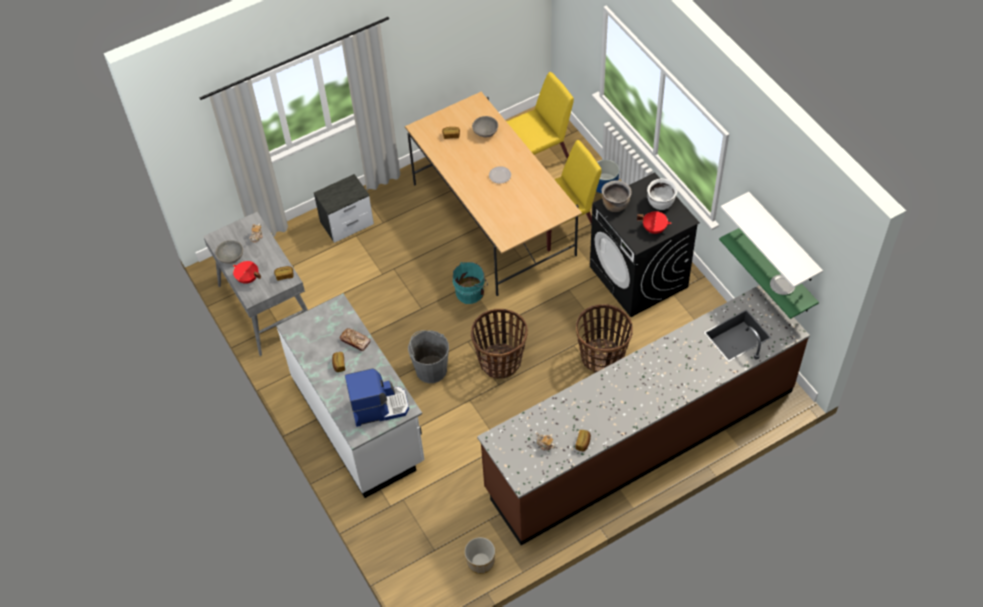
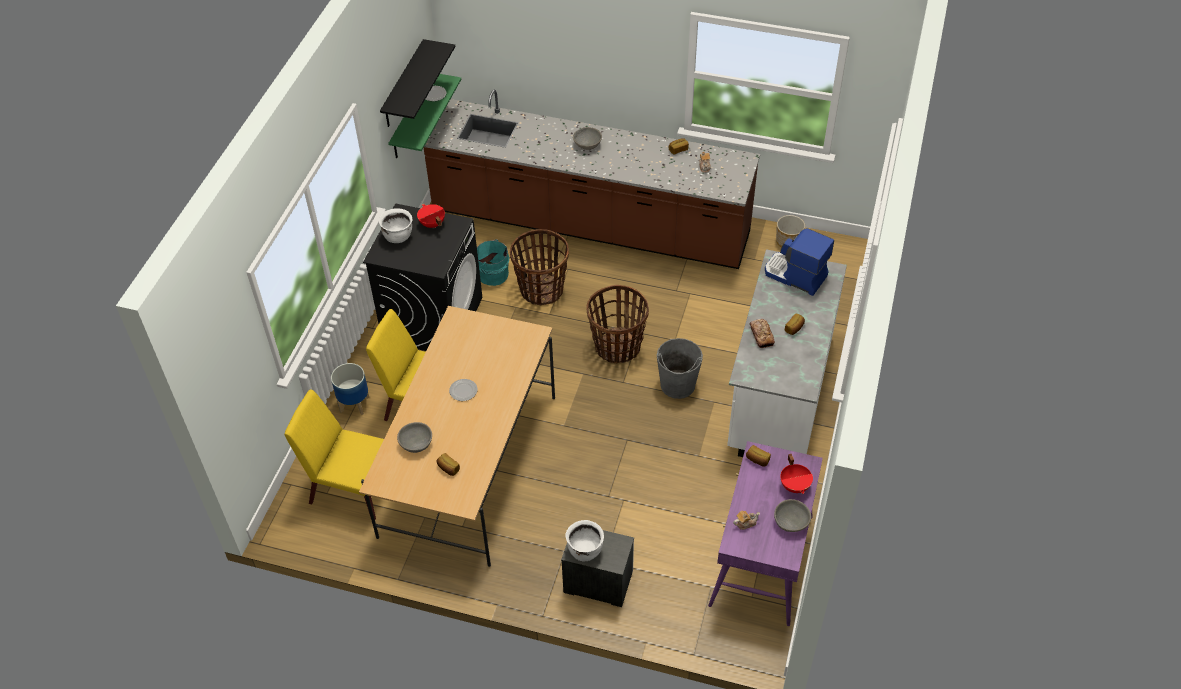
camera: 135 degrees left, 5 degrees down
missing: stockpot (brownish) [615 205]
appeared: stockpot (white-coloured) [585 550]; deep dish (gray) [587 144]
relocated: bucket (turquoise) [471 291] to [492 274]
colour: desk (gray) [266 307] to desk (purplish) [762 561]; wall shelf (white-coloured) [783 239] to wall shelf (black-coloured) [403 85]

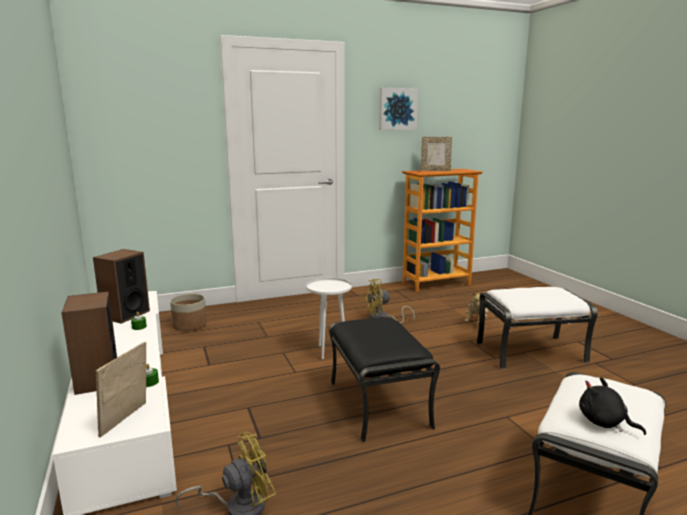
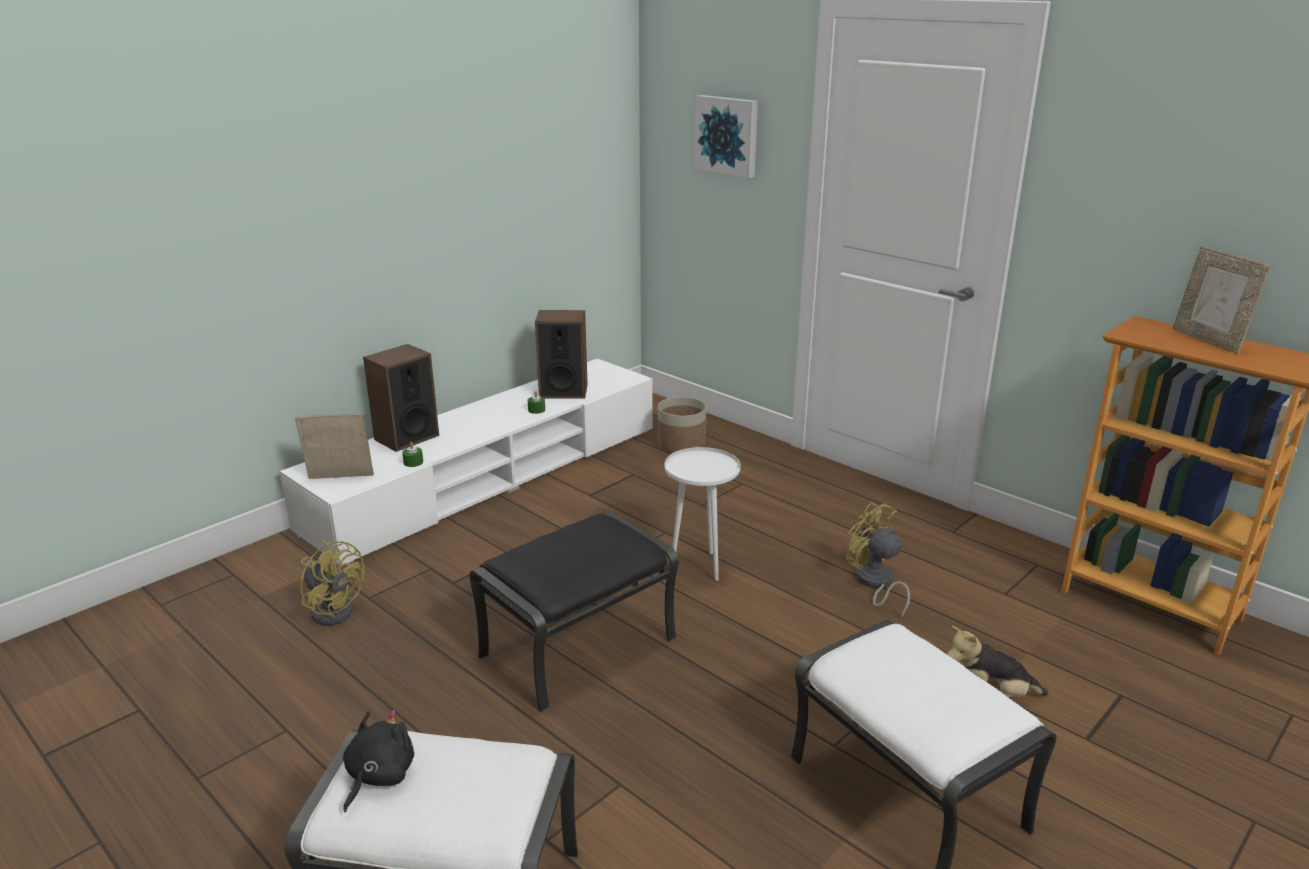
camera: 65 degrees right, 10 degrees up
relocated: picture [397 109] to [728 135]

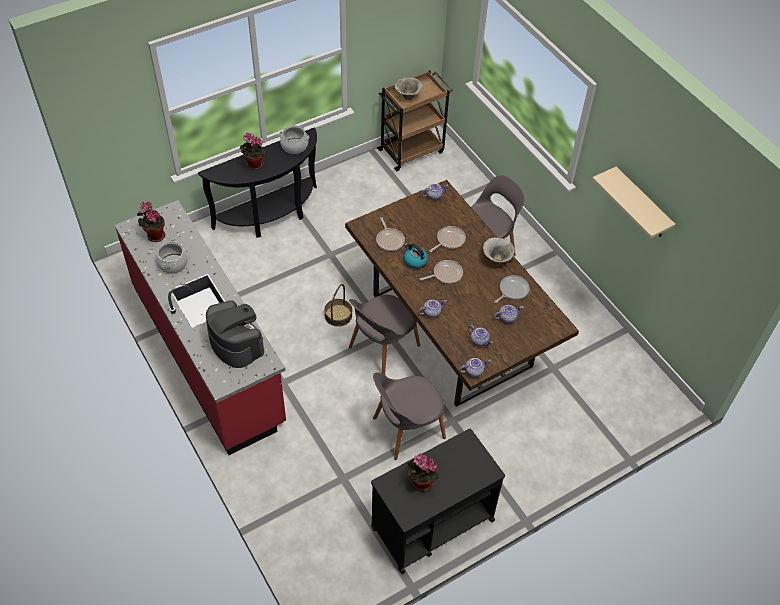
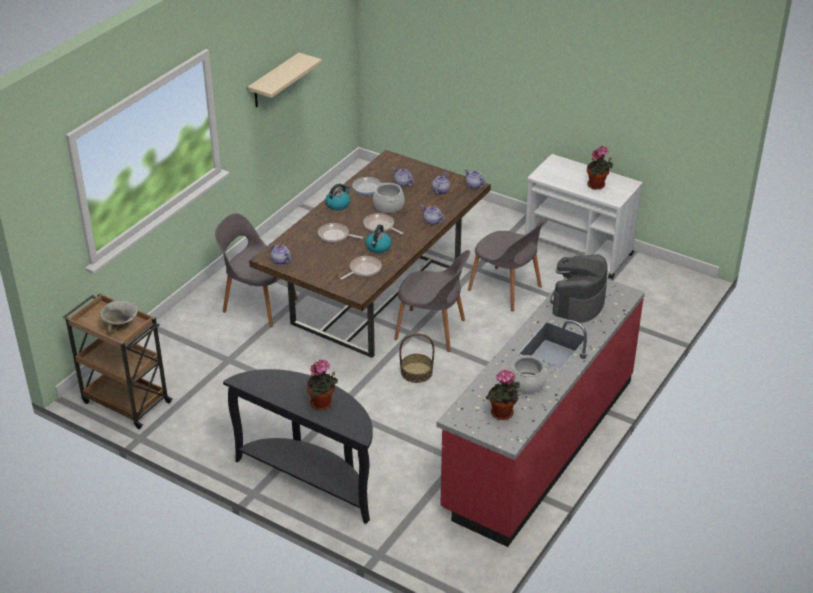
camera: 115 degrees left, 15 degrees down
relocated: stockpot [294 146] to [388 206]
exchanged: deep dish [497 259] to water kettle [338 204]
colour: wheeled cart (black-coloured) [431 524] to wheeled cart (white-coloured) [578 252]

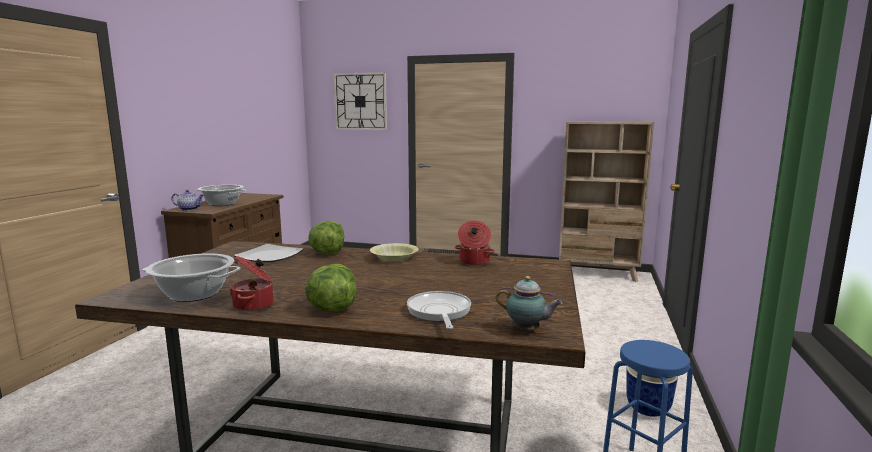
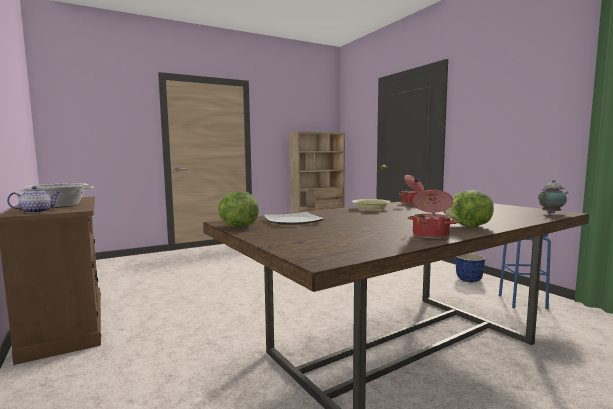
camera: 45 degrees left, 5 degrees down
missing: stockpot [195 294]; clock on the wall [360 101]; frying pan [439 312]
relocated: lettuce head [327 253] to [237 227]

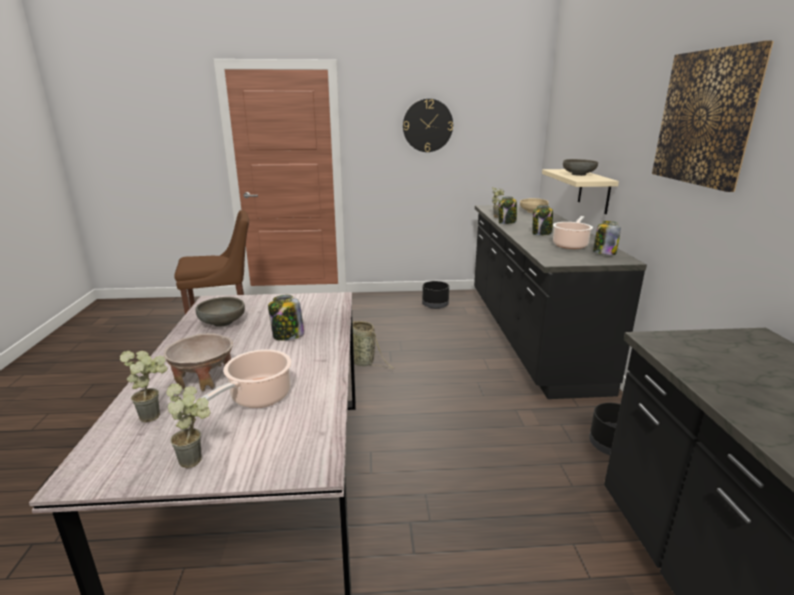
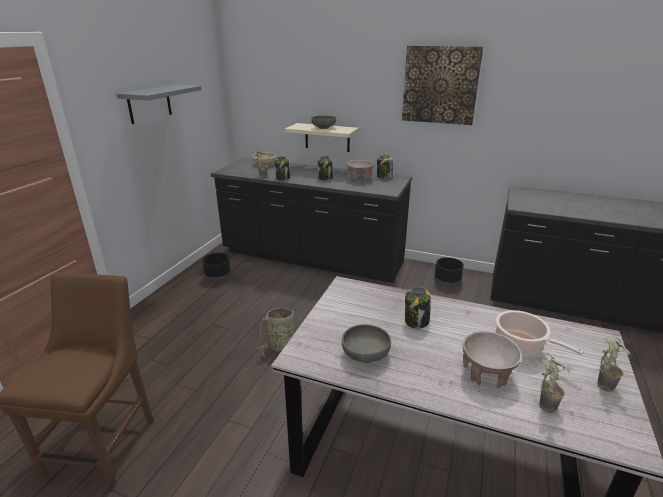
camera: 65 degrees left, 5 degrees up
exchanged: clock on the wall [427 125] to wall shelf (gray) [149 104]; stockpot [570 245] to deep dish (beige-coloured) [359 179]

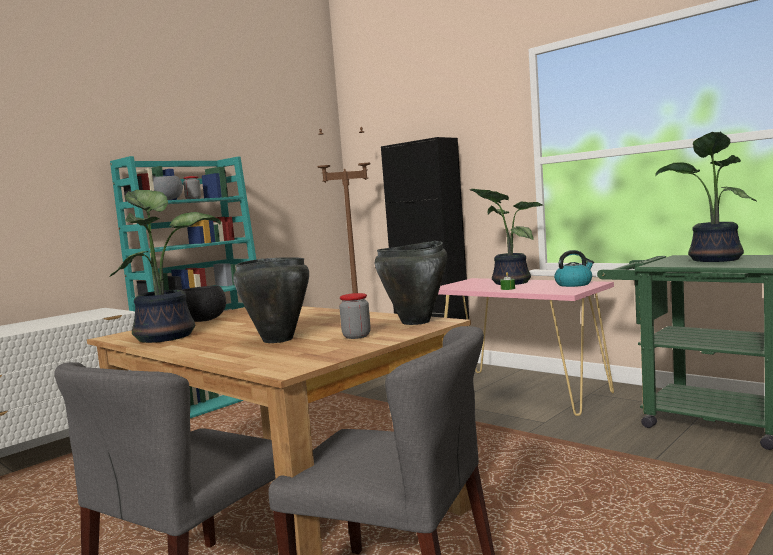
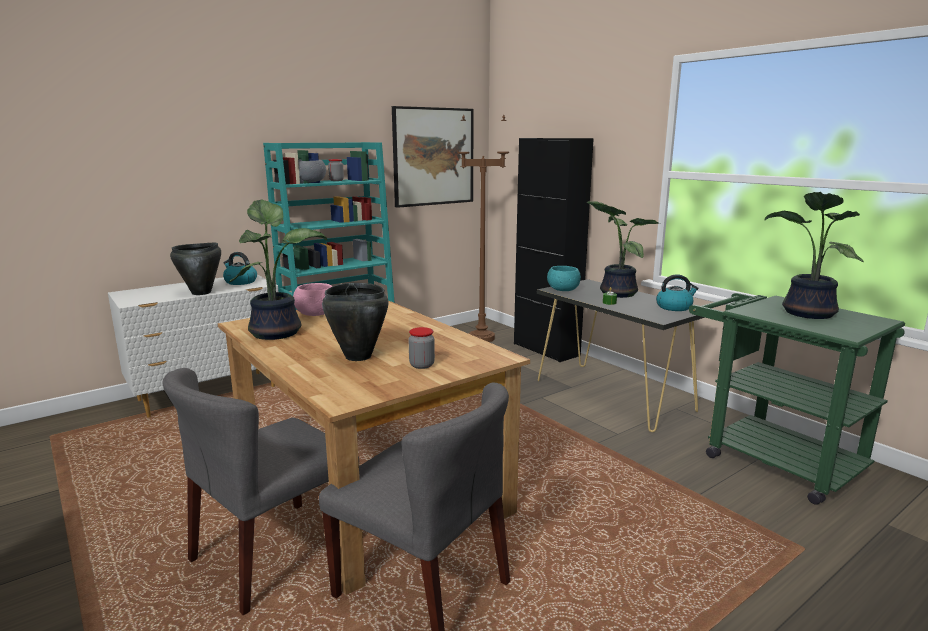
camera: 10 degrees right, 10 degrees up
appeared: water kettle [240 282]; picture [433 156]; deep dish (turquoise) [563 290]
relocated: stockpot (black-coloured) [416 322] to [201 293]
colour: deep dish (black-coloured) [203 320] to deep dish (pink) [316 314]; console table (pink) [522 391] to console table (black-coloured) [613 395]

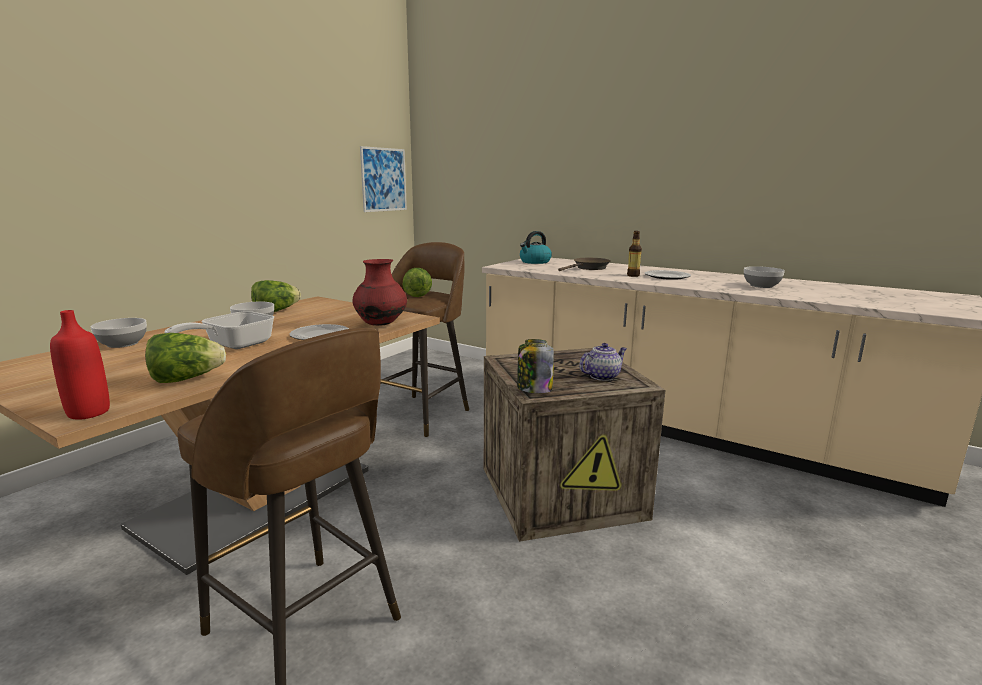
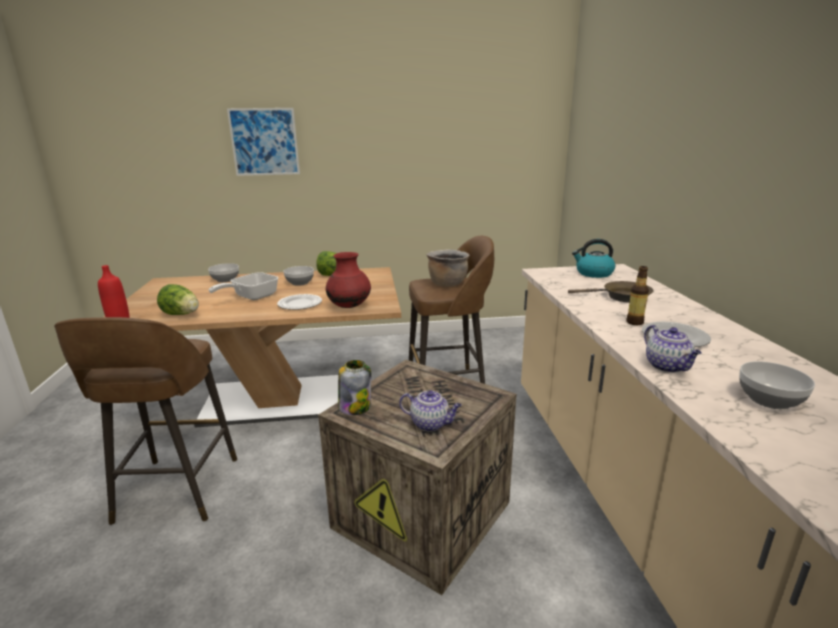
camera: 50 degrees right, 5 degrees up
appeared: tea pot [668 366]
relocated: picture [384 179] to [264 142]
exchanged: lettuce head [417 294] to stockpot (brownish) [447 283]
spun: frying pan [232 345] = [251 297] 45 degrees counterclockwise

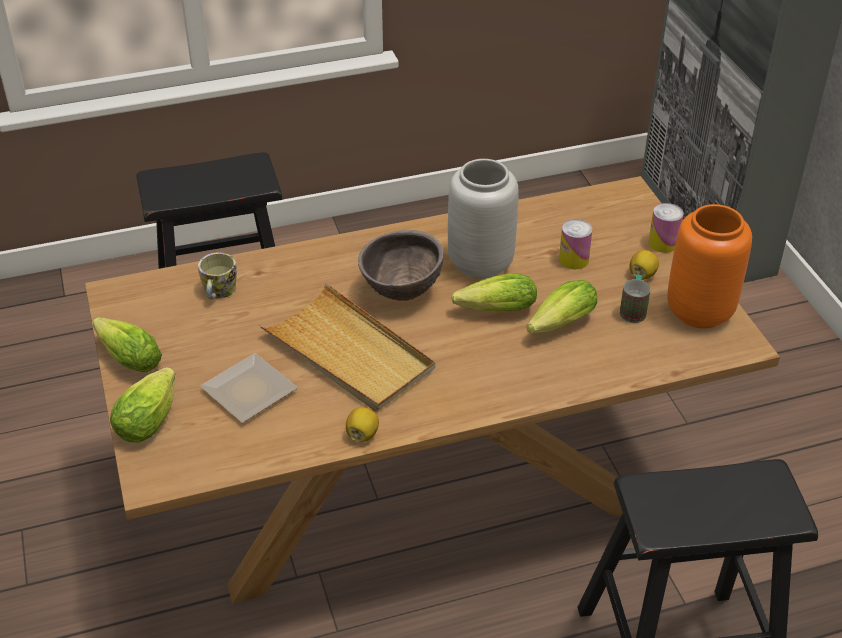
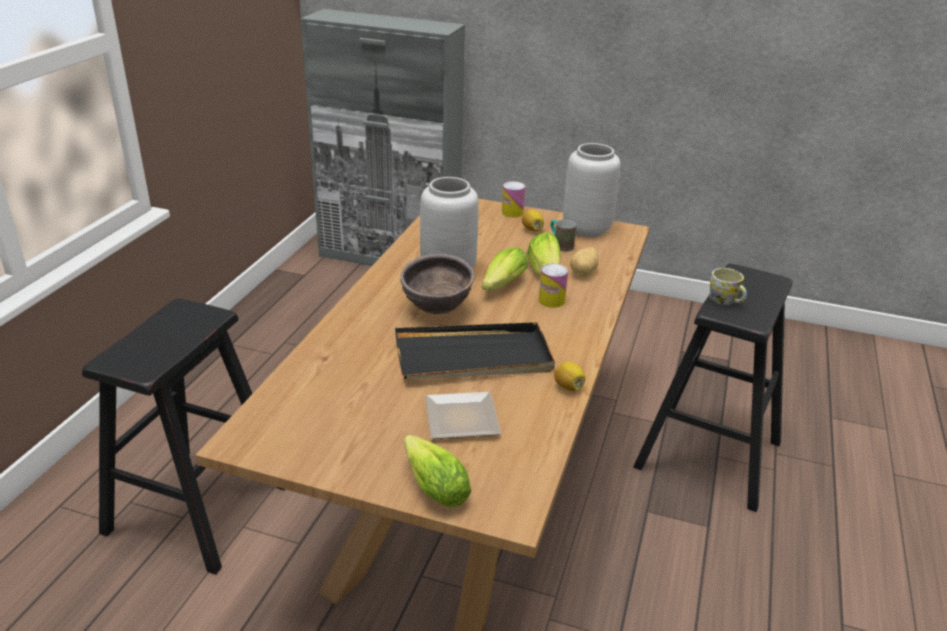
camera: 55 degrees left, 10 degrees down
missing: lettuce head [127 357]
appeared: whole potato [584 272]
relocated: tea mug [218 292] to [726 300]; can [573 259] to [551 300]
colour: serving tray (beige-coloured) [349 353] to serving tray (black-coloured) [474 357]; vase (orange-coloured) [698 312] to vase (gray) [586 230]

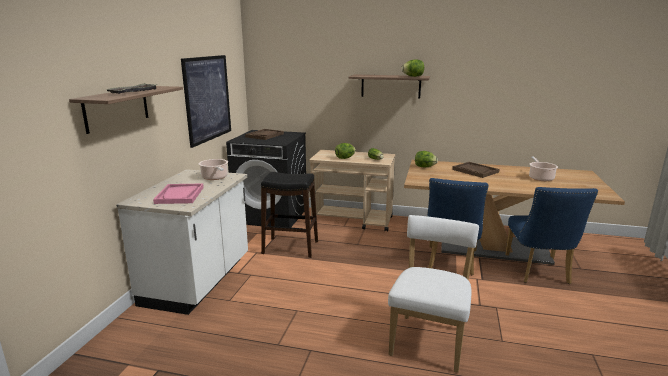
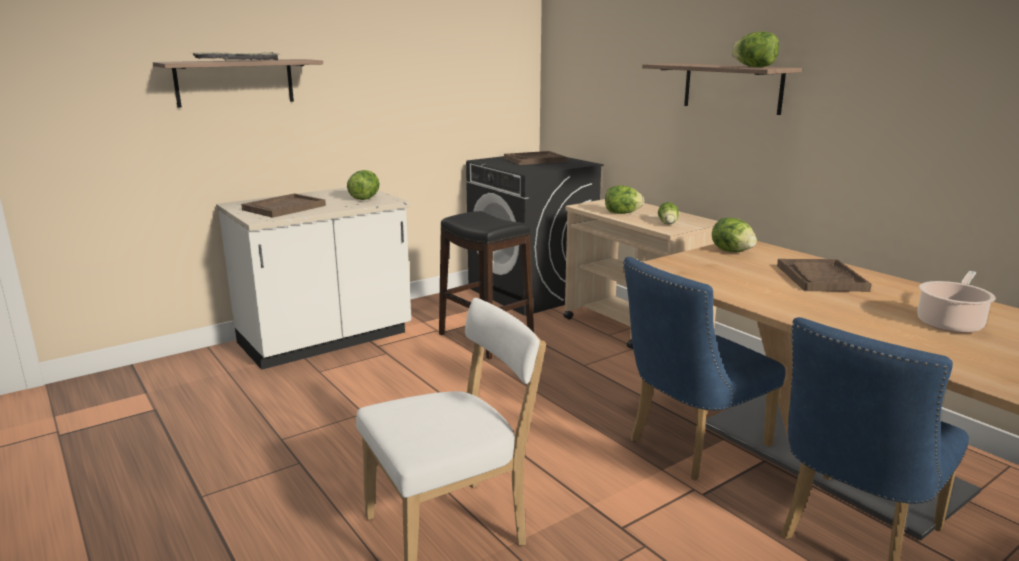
camera: 40 degrees right, 0 degrees up
missing: picture [207 98]
exchanged: stockpot [215 177] to lettuce head [365 198]
colour: serving tray (pink) [180 195] to serving tray (brownish) [284 208]

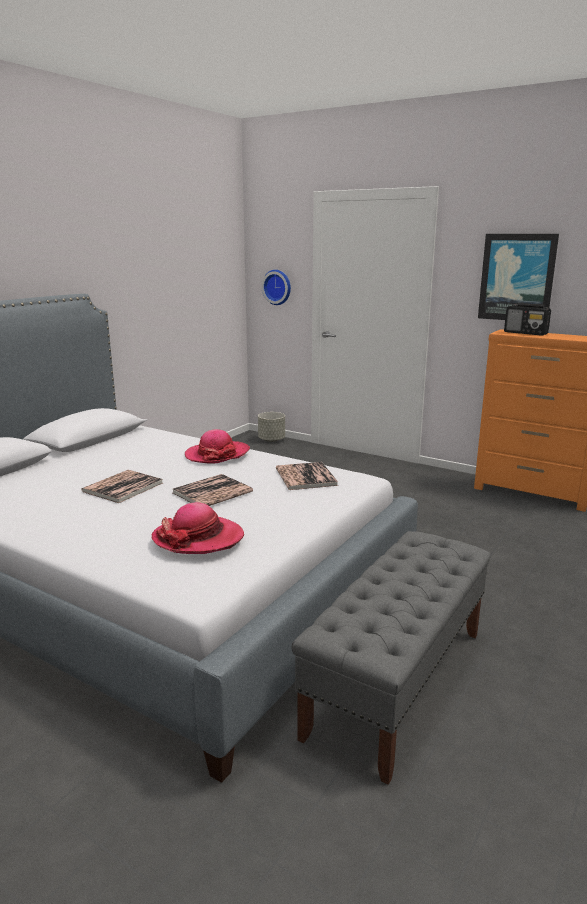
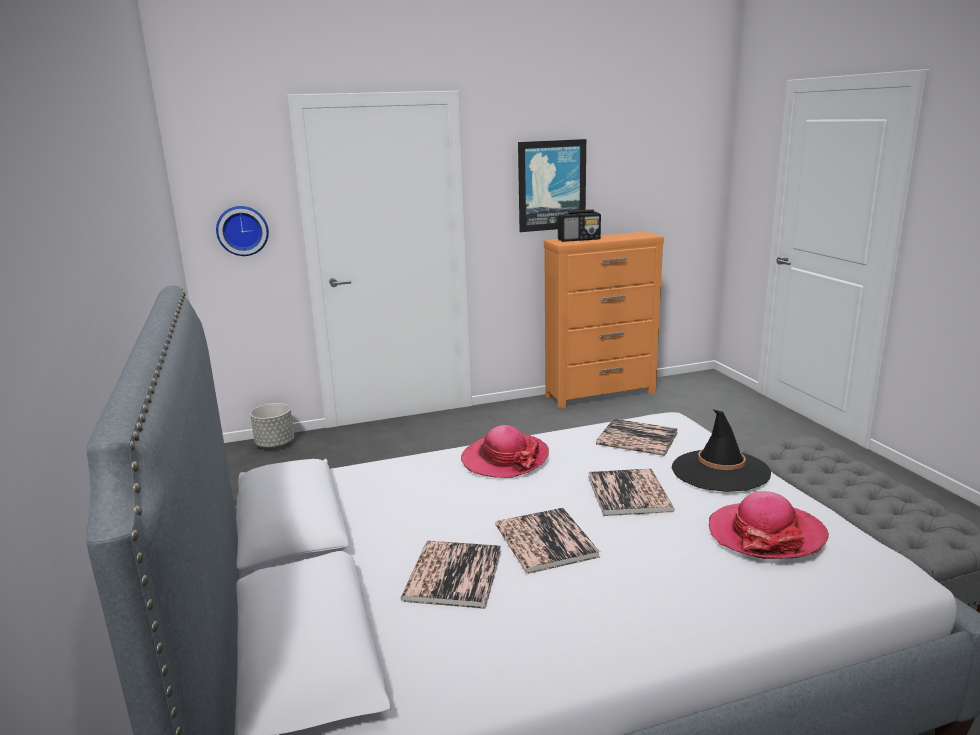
camera: 50 degrees left, 0 degrees up
appeared: volume [453 575]; wearable hat (black-coloured) [720 471]

